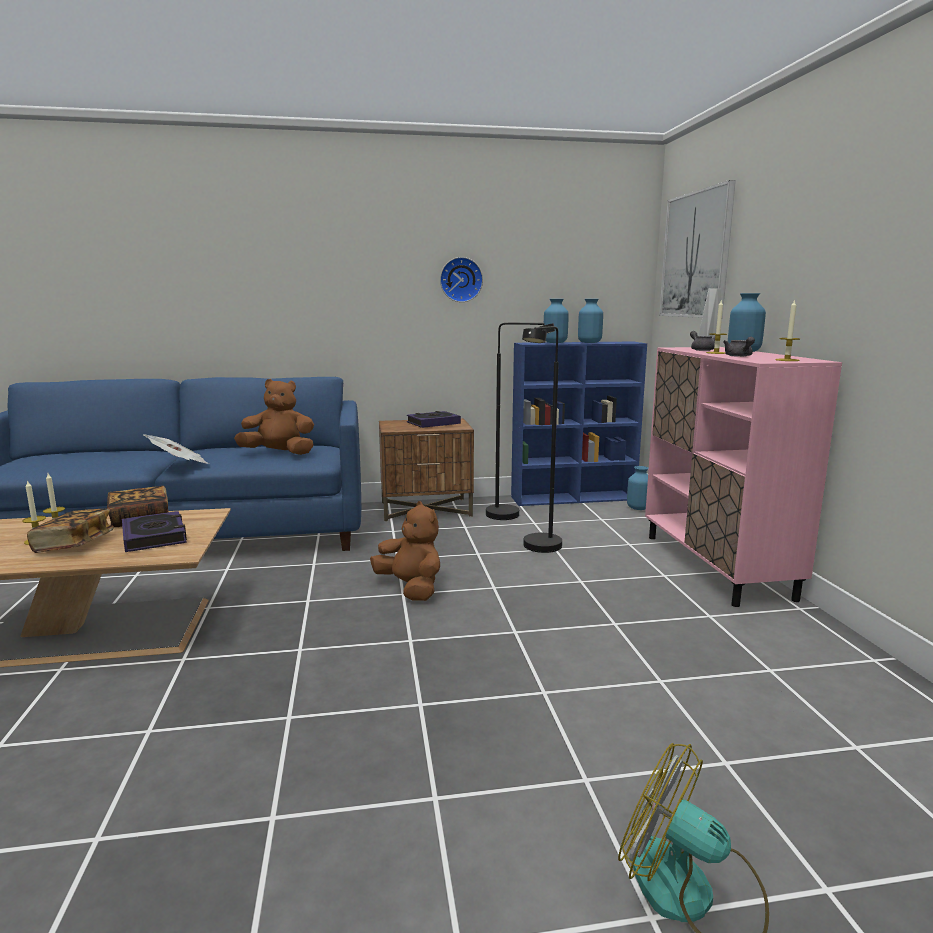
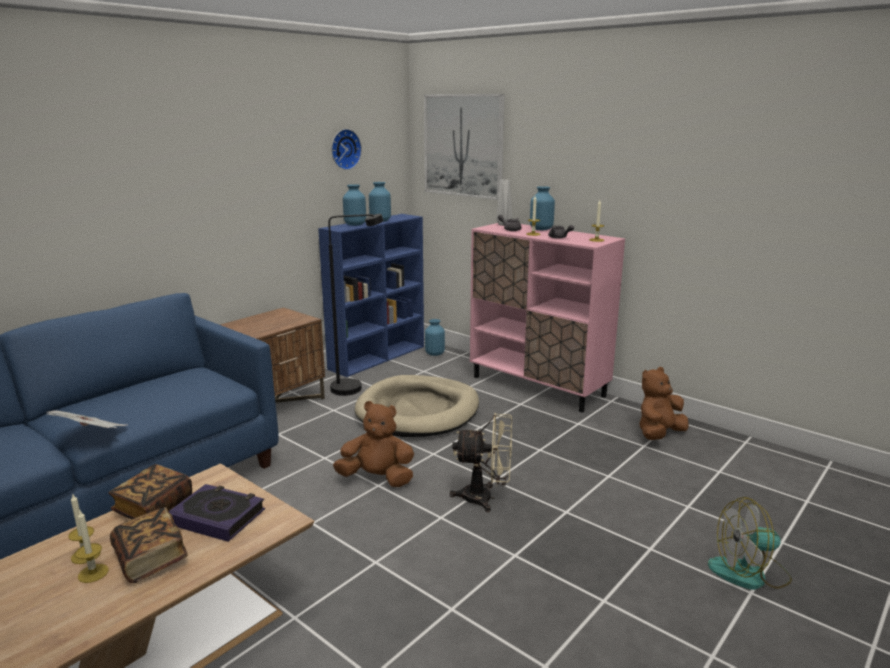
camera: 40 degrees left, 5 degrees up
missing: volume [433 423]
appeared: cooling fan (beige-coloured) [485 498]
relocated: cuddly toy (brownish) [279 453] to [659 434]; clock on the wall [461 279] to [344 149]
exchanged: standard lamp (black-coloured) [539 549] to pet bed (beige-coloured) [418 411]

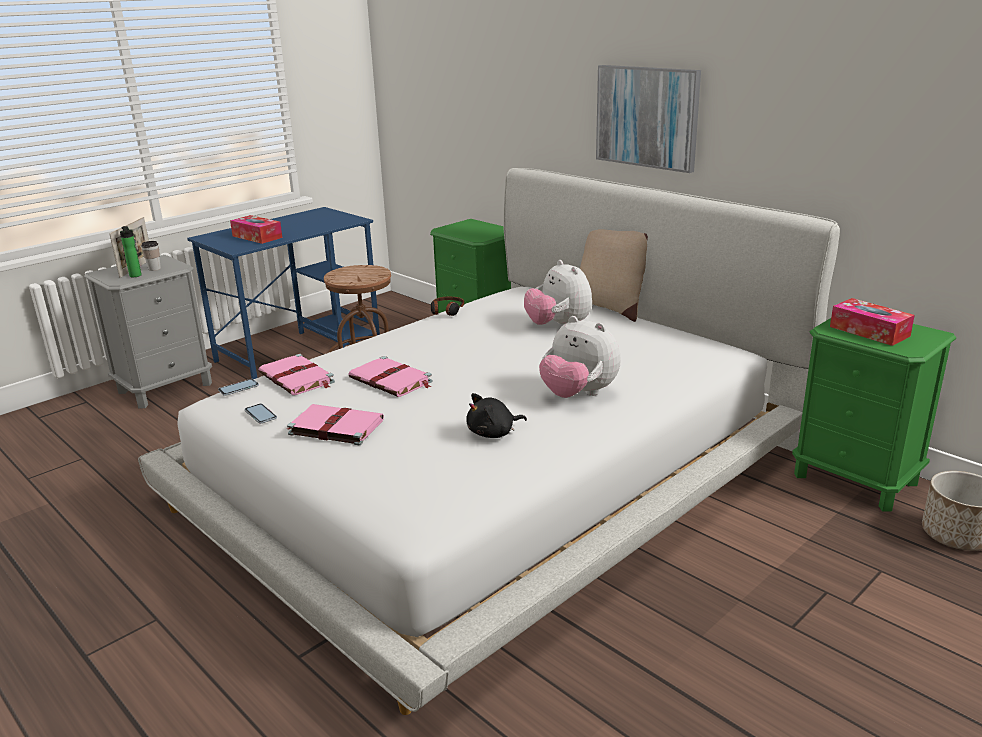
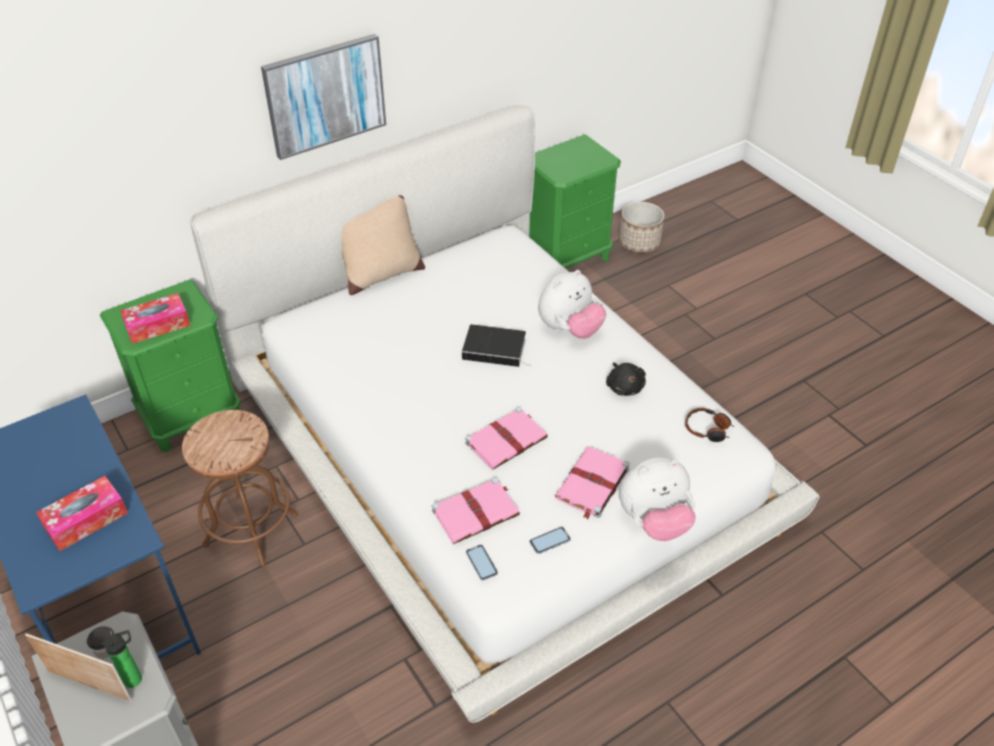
camera: 80 degrees left, 20 degrees up
appeared: volume [496 349]
relocated: headphones [446 311] to [708 429]; cuddly toy [558 326] to [654 521]; tissue holder [869 331] to [157 325]

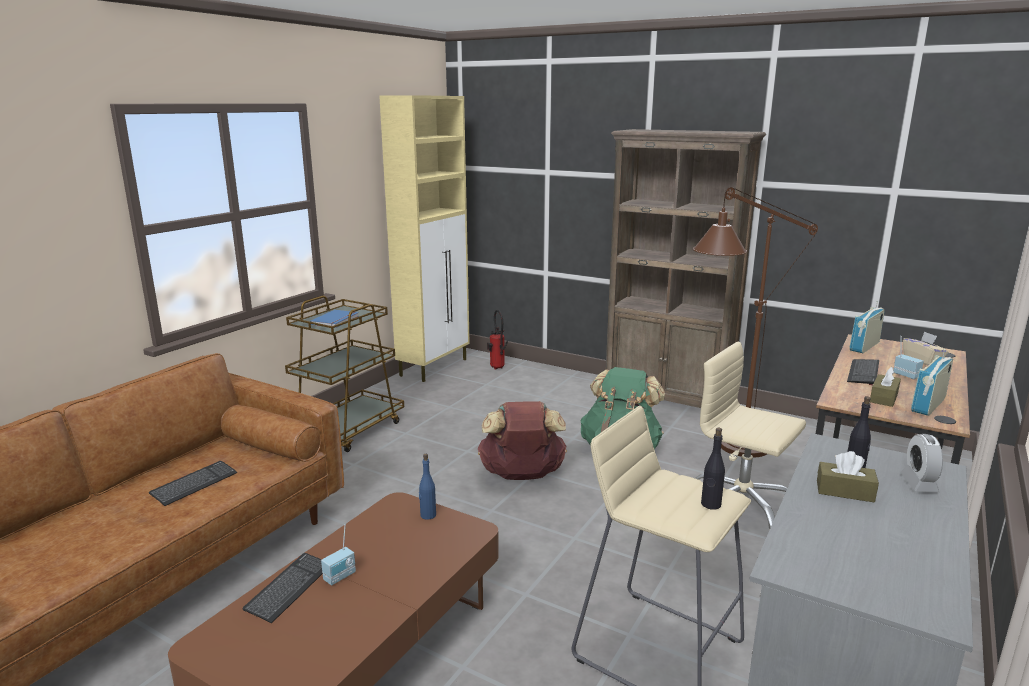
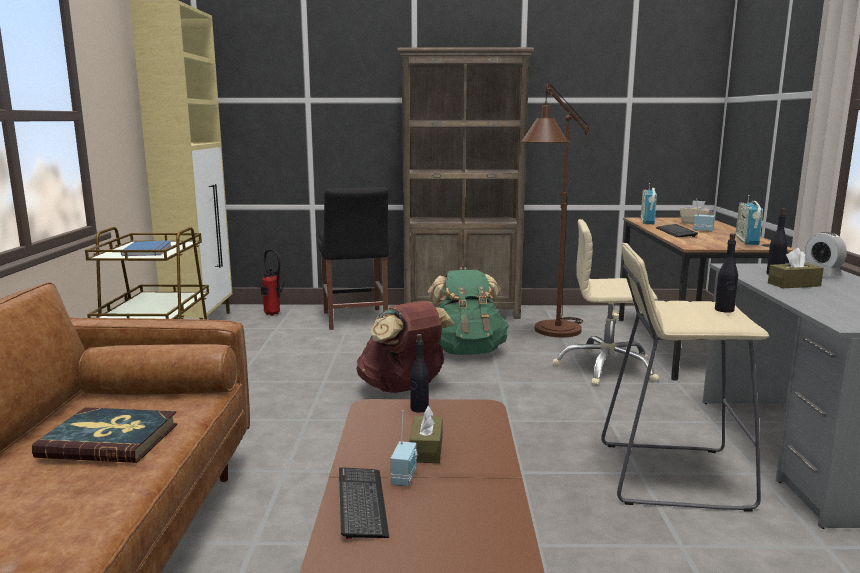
camera: 30 degrees left, 5 degrees down
appeared: plain chair (black-coloured) [355 320]
relocated: tissue holder (brownish) [883 398] to [426 449]
exchanged: PC keyboard [194 484] to volume [110 440]
colour: beverage bottle (bluish) [428 515] to beverage bottle (black-coloured) [419 409]

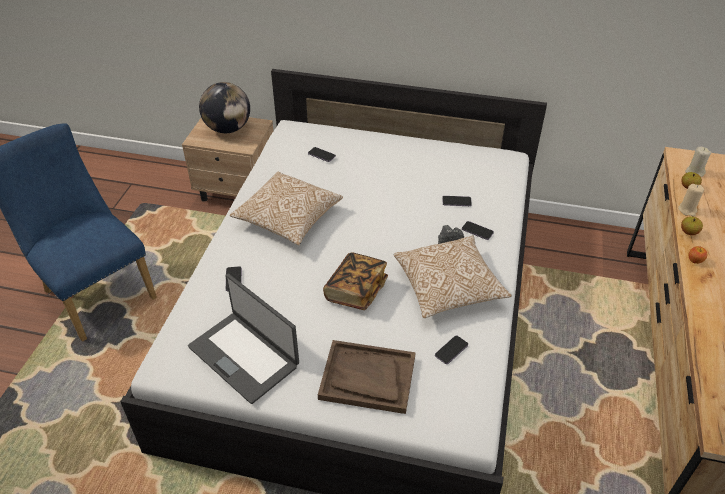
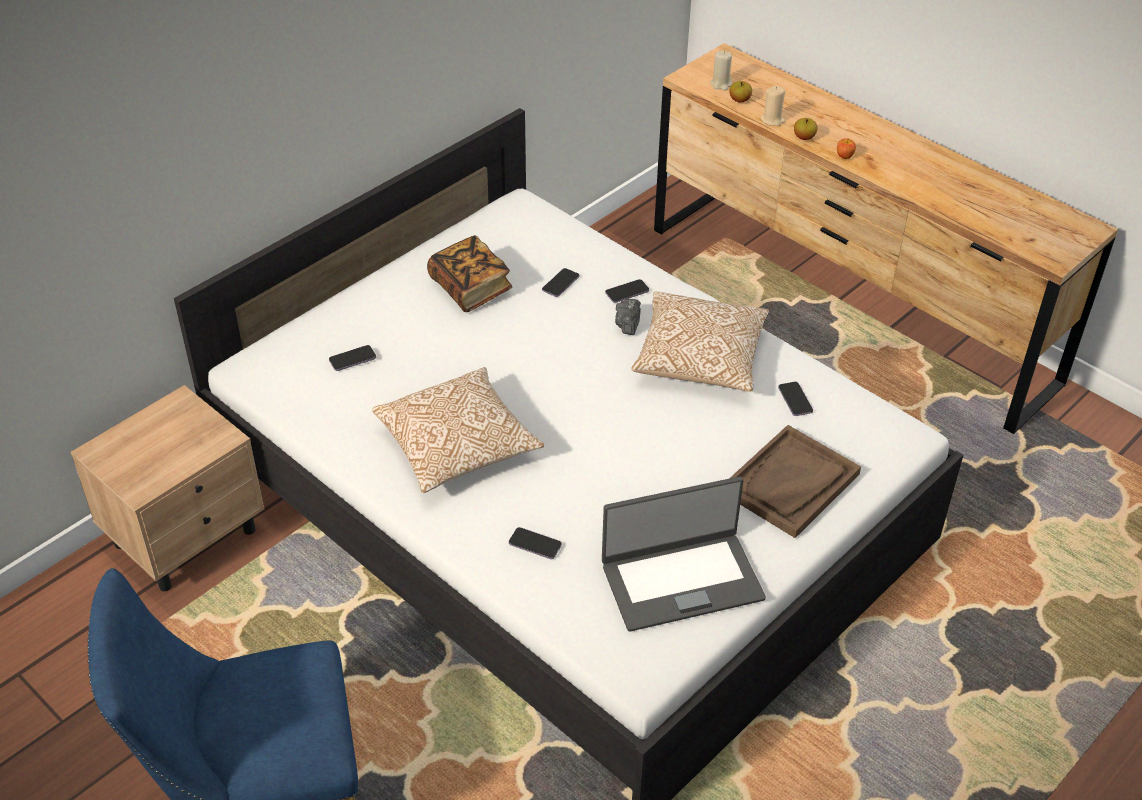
camera: 60 degrees left, 0 degrees up
missing: globe [228 129]
relocated: volume [356 290] to [470 288]

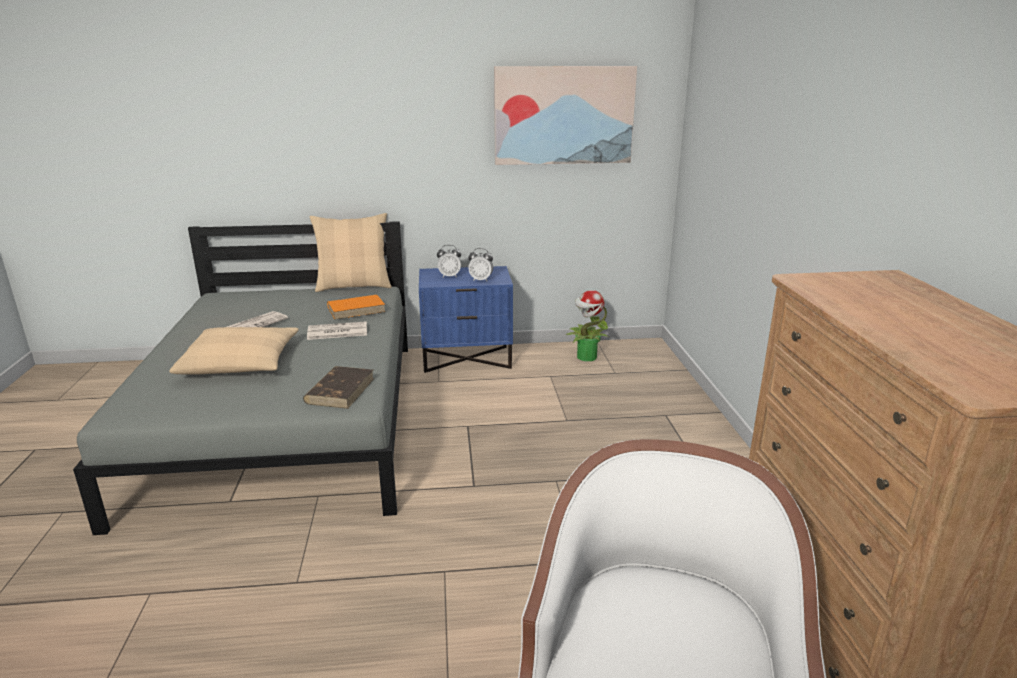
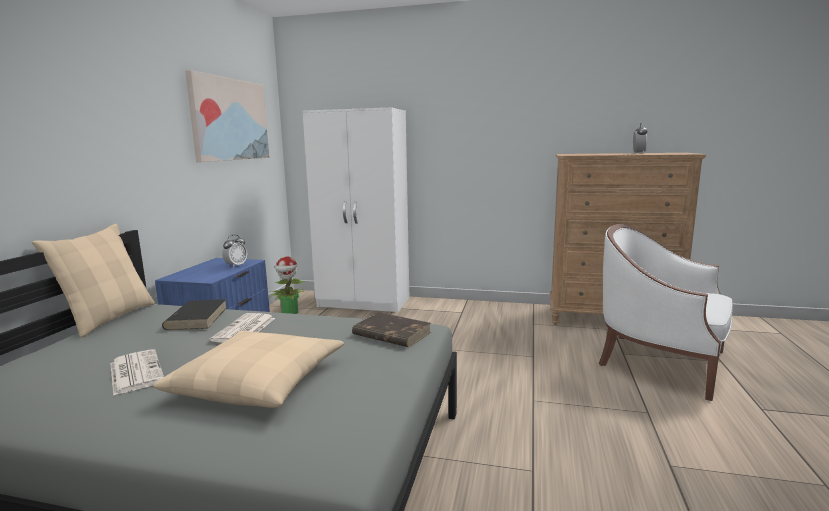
camera: 70 degrees left, 10 degrees down
appeared: clothes cupboard (white-coloured) [364 302]
relocated: bedside clock [449 276] to [638 153]
colour: volume (orange-coloured) [357 309] to volume (black-coloured) [197 318]

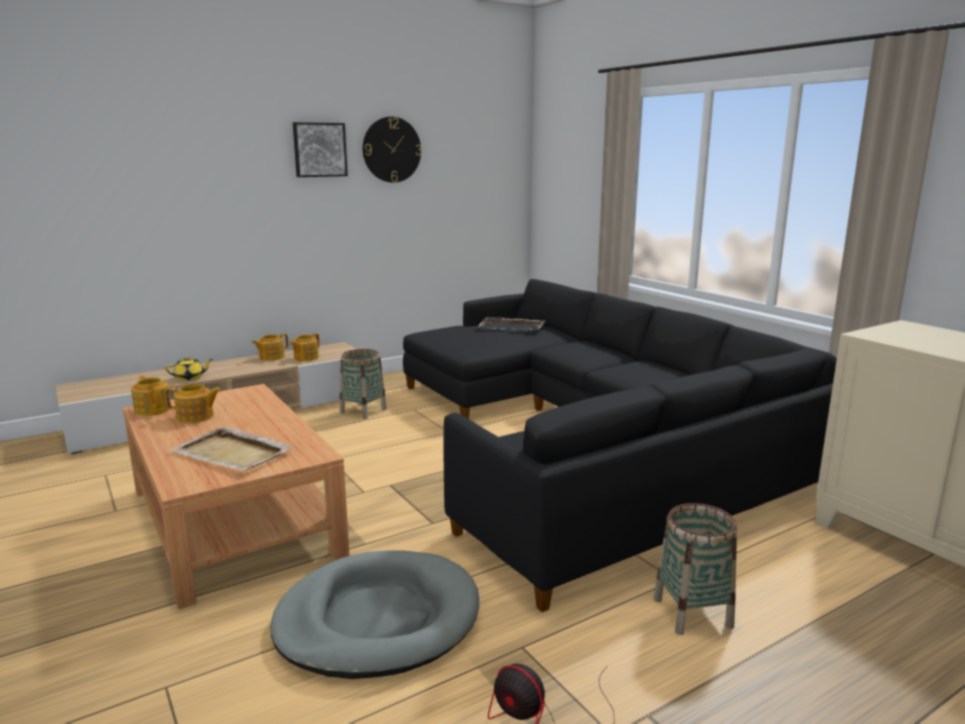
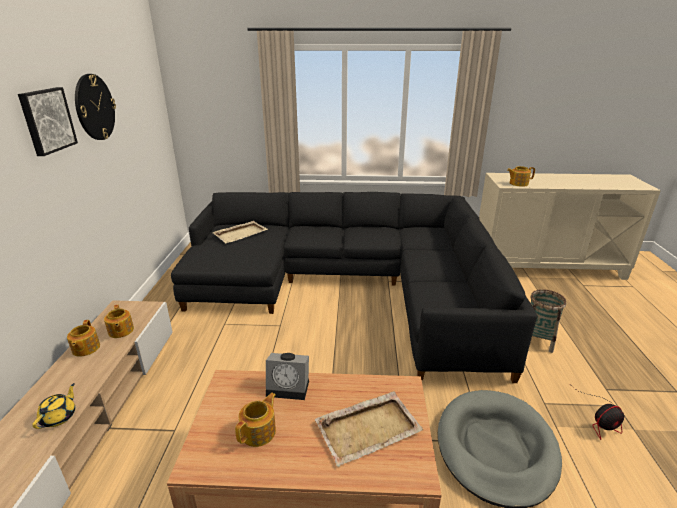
camera: 55 degrees left, 10 degrees up
missing: basket [363 411]
appeared: bedside clock [289 387]
relocated: tea pot [153 409] to [518 183]
colour: serving tray (black-coloured) [512 327] to serving tray (beige-coloured) [241 233]

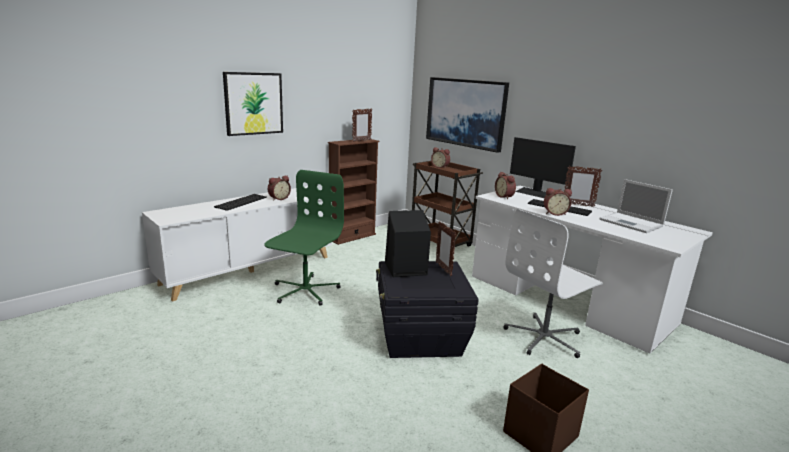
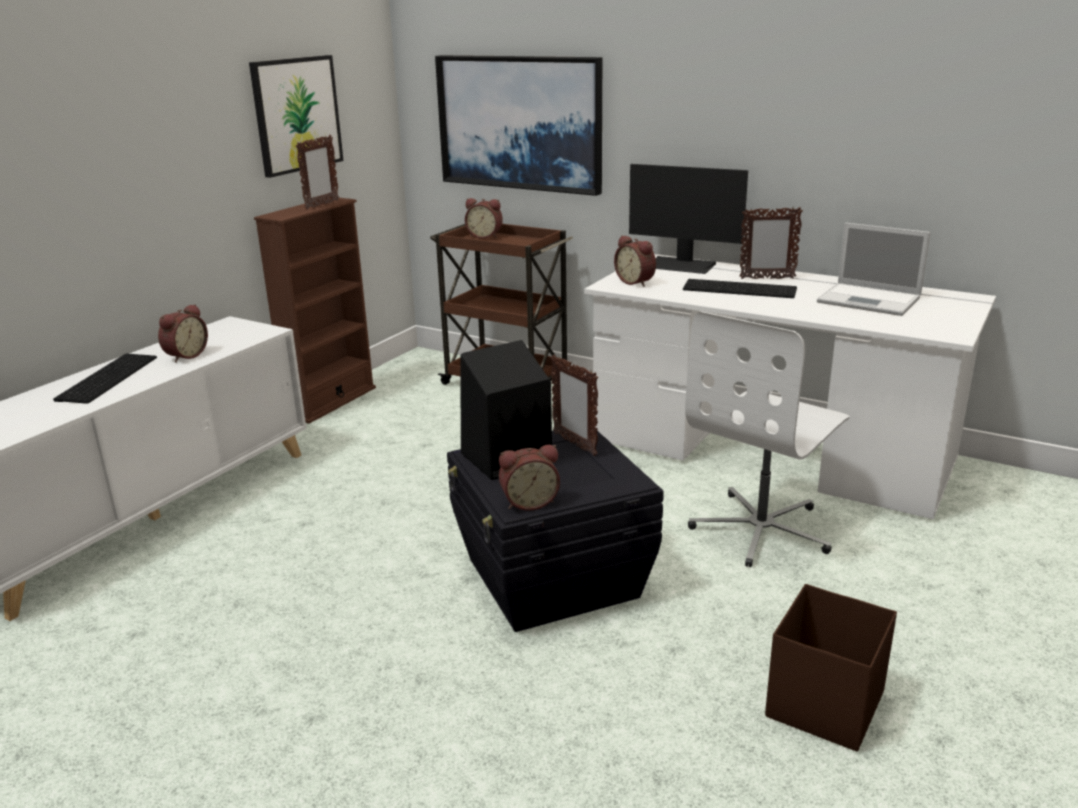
camera: 15 degrees left, 5 degrees up
missing: desk chair (green) [305 291]
relocated: picture [253 103] to [296 114]; bedside clock [554 213] to [529 502]

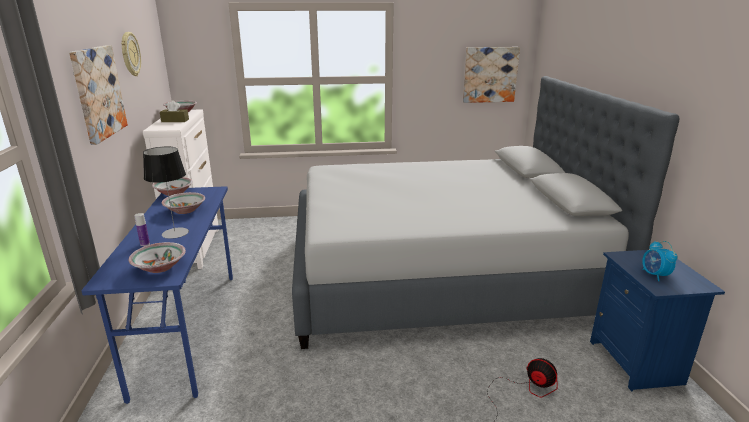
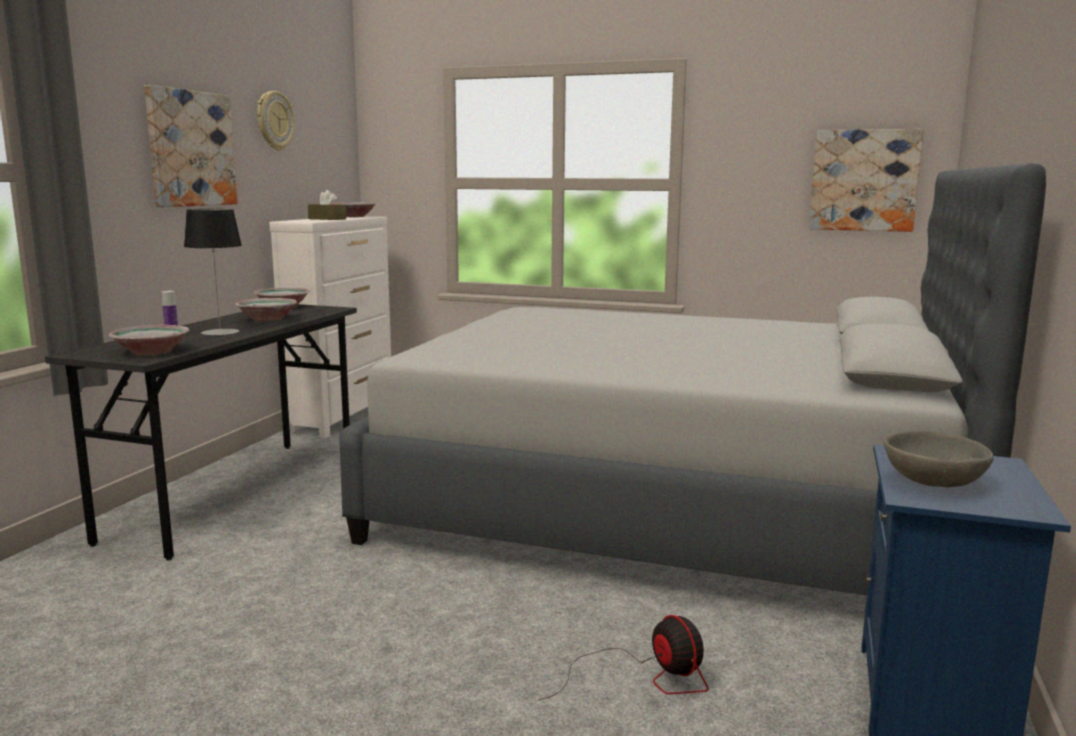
camera: 25 degrees right, 10 degrees down
exchanged: bedside clock [654 275] to deep dish (gray) [934 482]
colour: desk (bluish) [188 329] to desk (gray) [238 493]

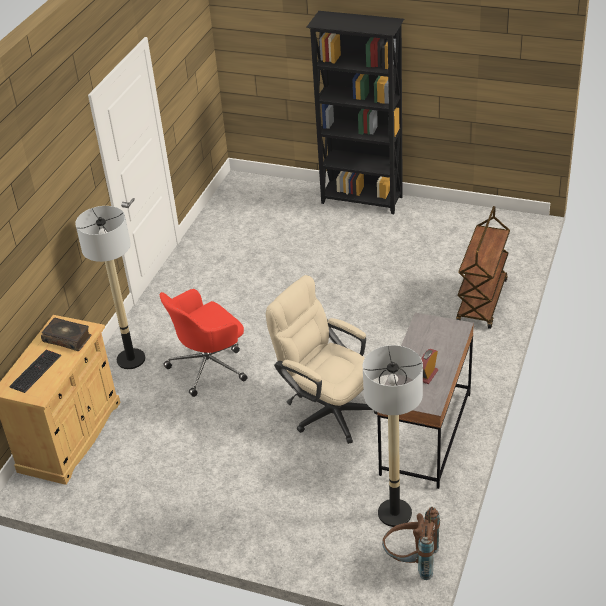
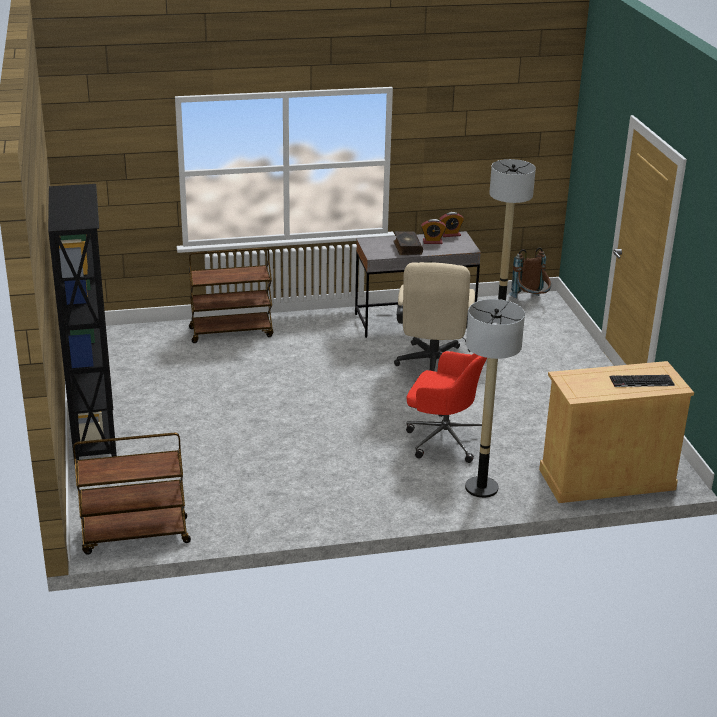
camera: 125 degrees left, 10 degrees down
appeared: wheeled cart (brownish) [135 536]; bedside clock [450 234]
relocated: volume [67 338] to [407 248]

